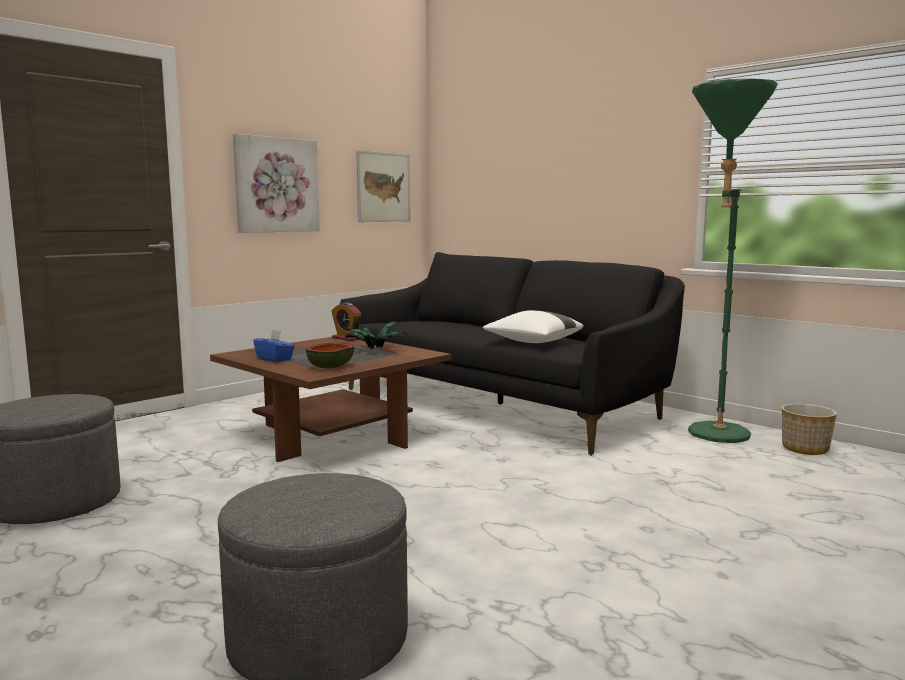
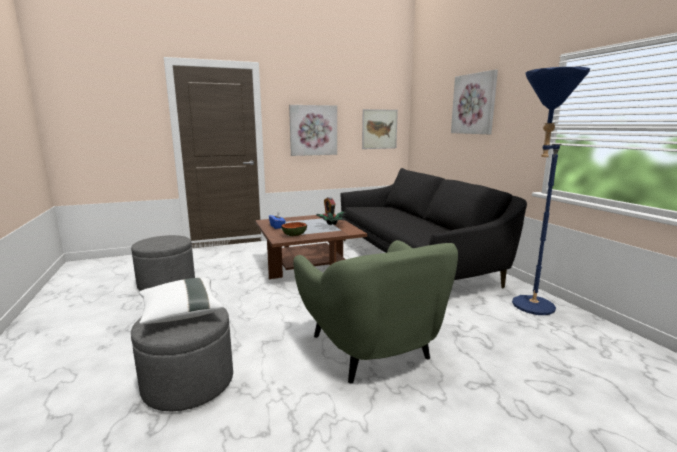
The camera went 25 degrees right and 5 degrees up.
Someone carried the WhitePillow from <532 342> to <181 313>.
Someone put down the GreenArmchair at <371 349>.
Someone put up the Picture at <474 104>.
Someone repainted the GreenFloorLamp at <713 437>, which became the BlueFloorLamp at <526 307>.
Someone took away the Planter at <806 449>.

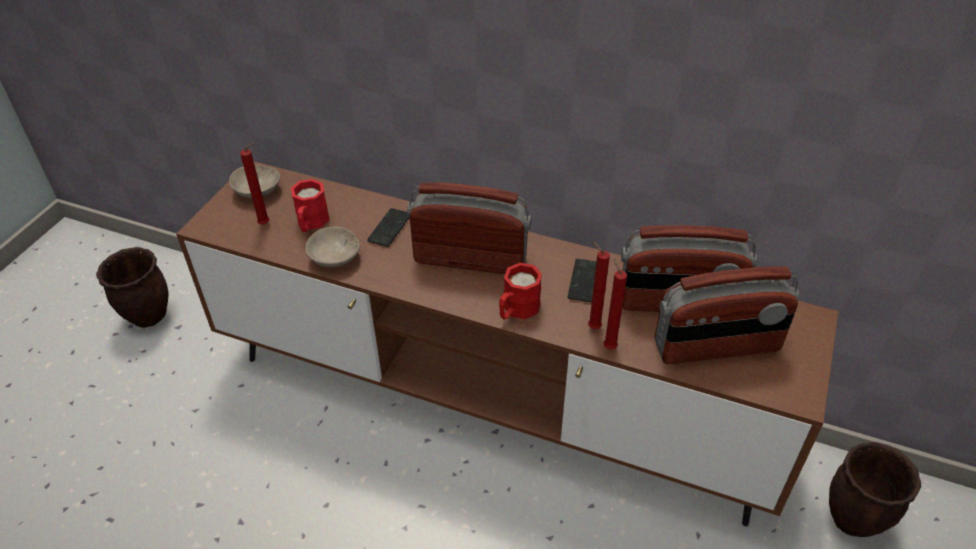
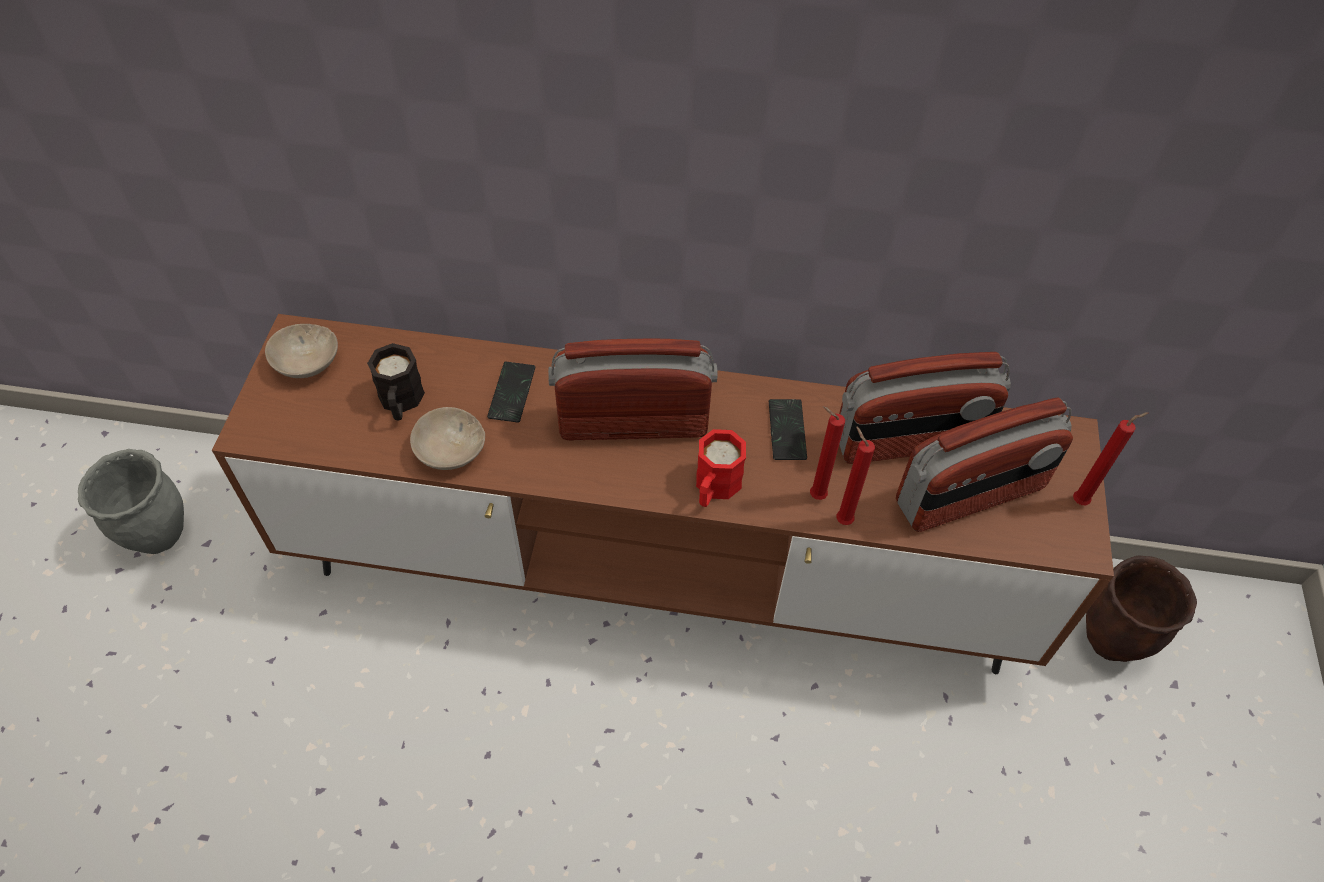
The camera went 15 degrees left and 10 degrees up.
Someone repainted the BrownPlanter at <148 315>, which became the GreyPlanter at <157 534>.
Someone repainted the RedMug at <311 223>, which became the BlackMug at <401 402>.
Someone carried the RedCandle from <266 224> to <1082 501>.

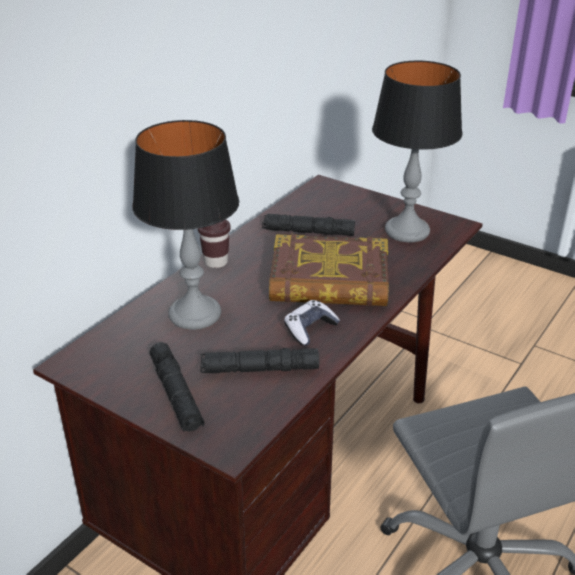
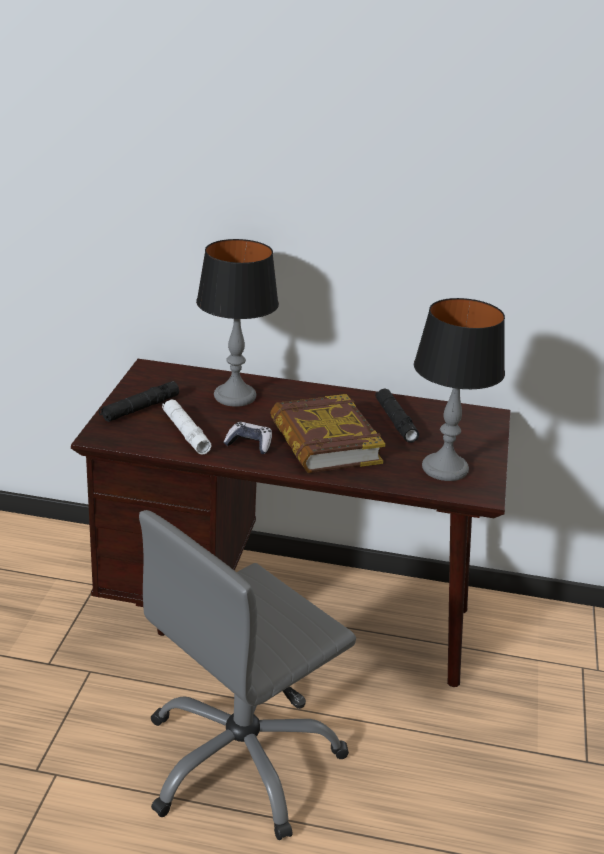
The camera went 65 degrees right and 5 degrees down.
Someone repainted the BlackFlashlight at <259 369>, which became the WhiteFlashlight at <186 433>.
Someone took away the BrownCup at <216 262>.

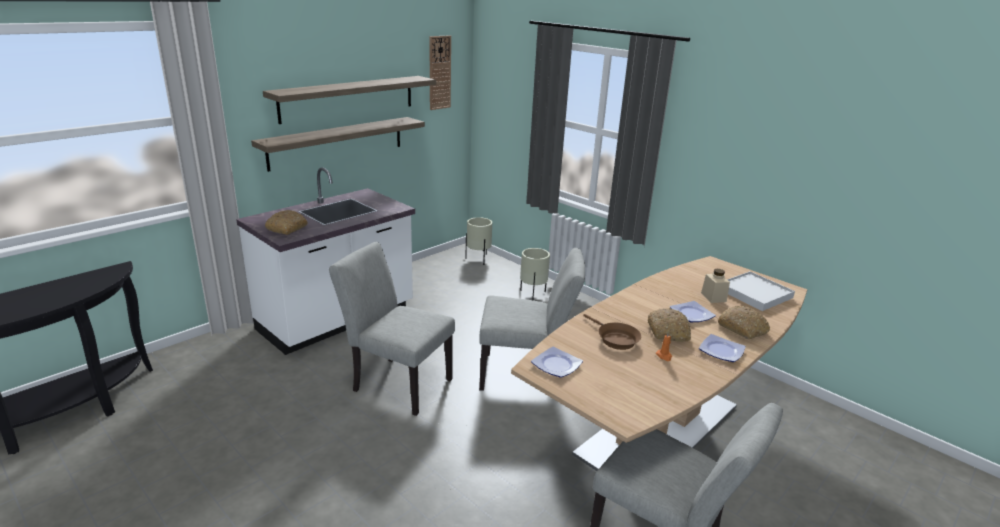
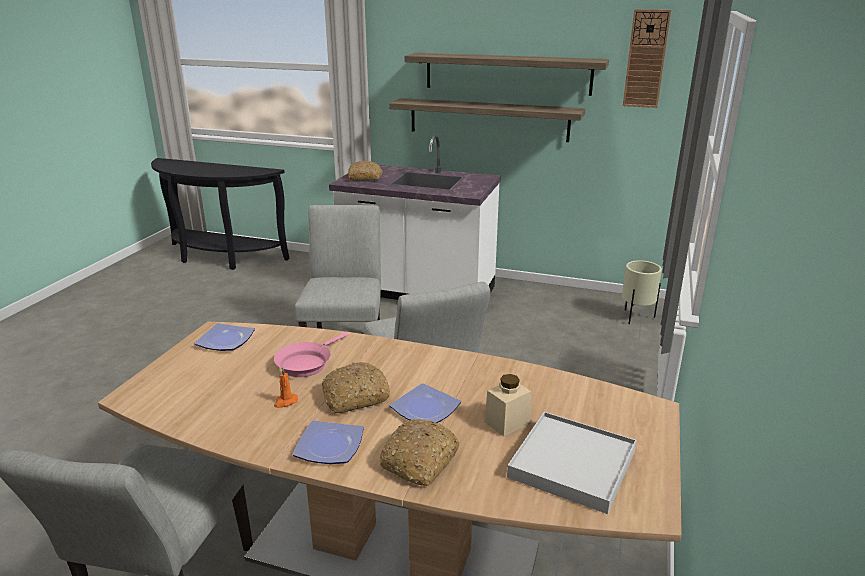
The camera went 65 degrees right and 0 degrees up.
Someone repainted the BrownFryingPan at <615 339>, which became the PinkFryingPan at <307 363>.
Someone took away the BeigePlanter at <533 294>.

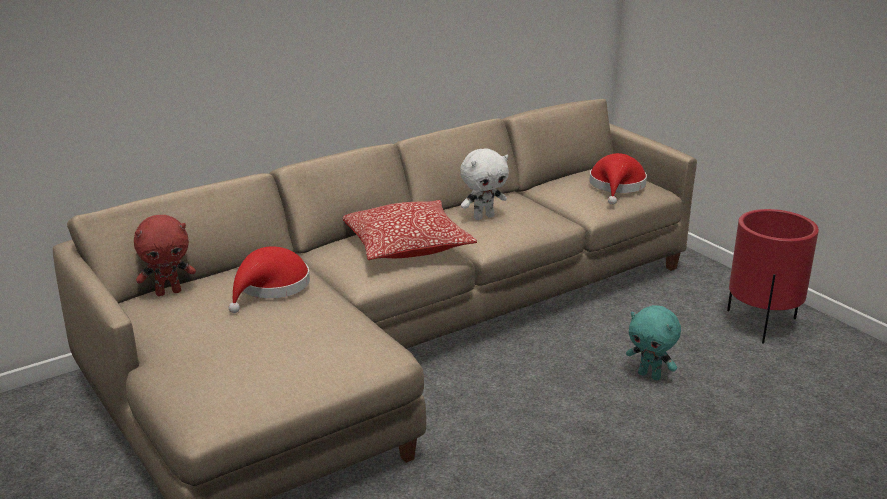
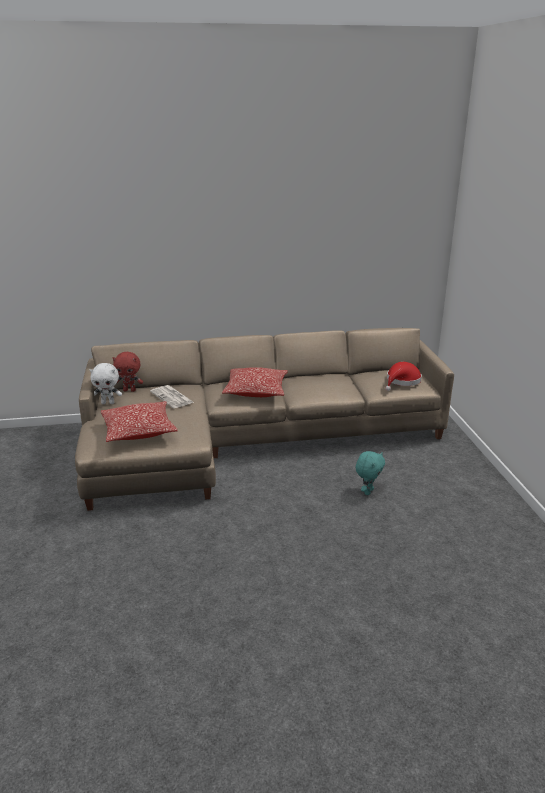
The camera went 25 degrees right and 0 degrees up.
Someone carried the WhitePlushToy from <483 217> to <108 403>.
Someone put down the Pillow at <139 431>.
Someone swapped the RedHat at <271 287> for the Newspaper at <172 397>.
Someone rotated the TurquoisePlushToy at <650 375> by 120 degrees counterclockwise.
Someone took away the RedPlanter at <762 323>.

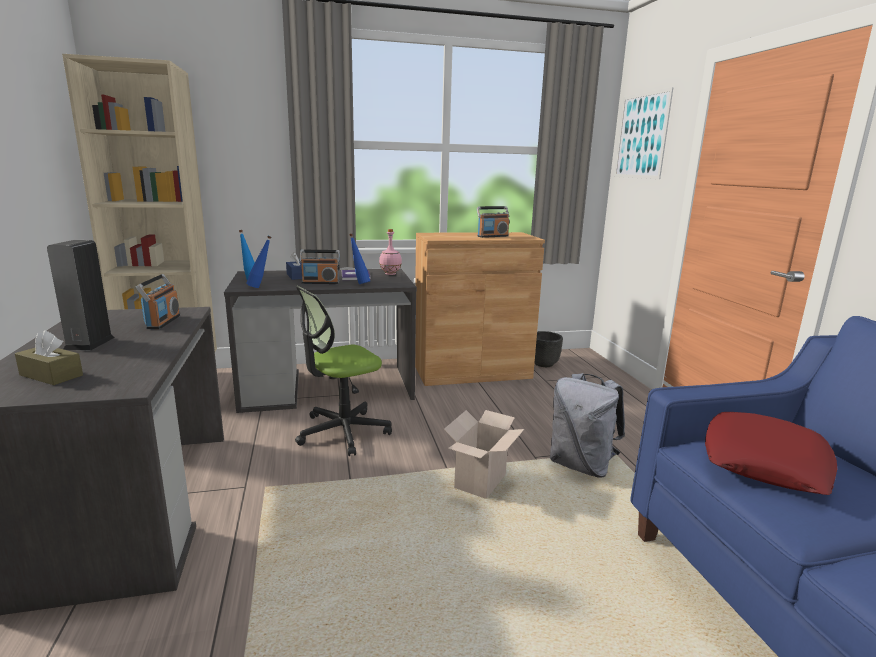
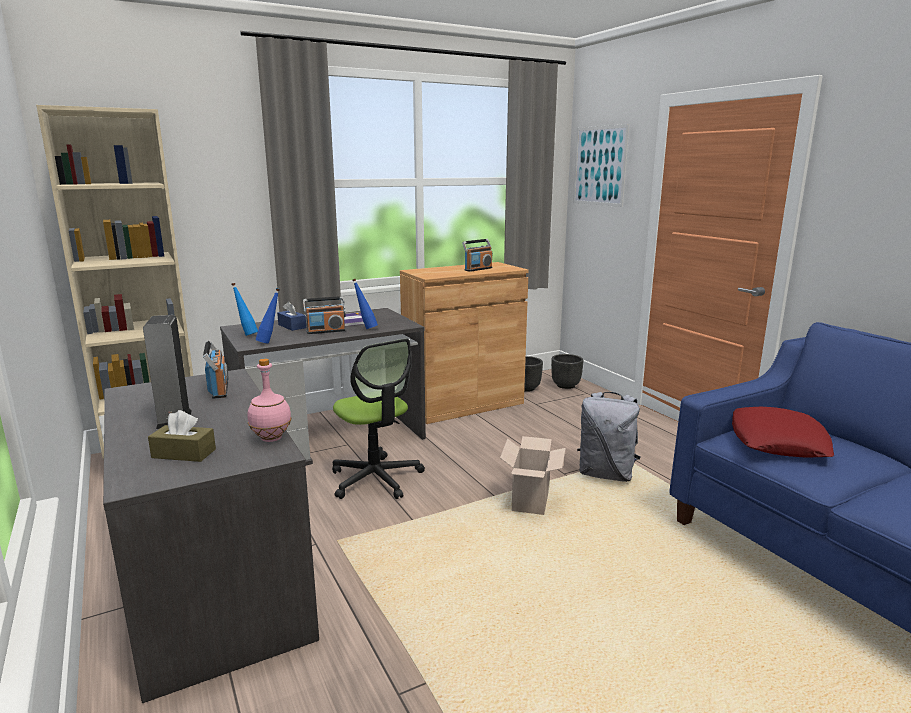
The camera went 15 degrees left and 0 degrees up.
Someone carried the PinkBottle from <390 274> to <271 438>.
Someone rotated the OfficeChair at <343 432> by 75 degrees counterclockwise.
Someone put down the BlackPlanter at <566 385>.

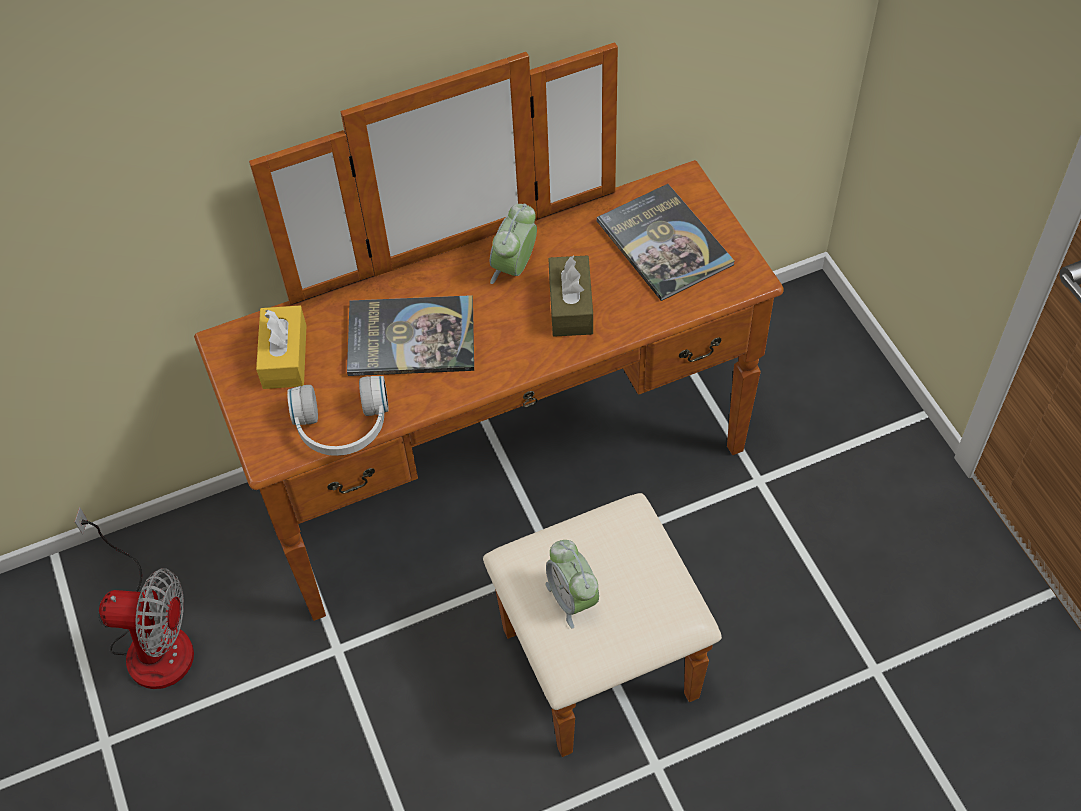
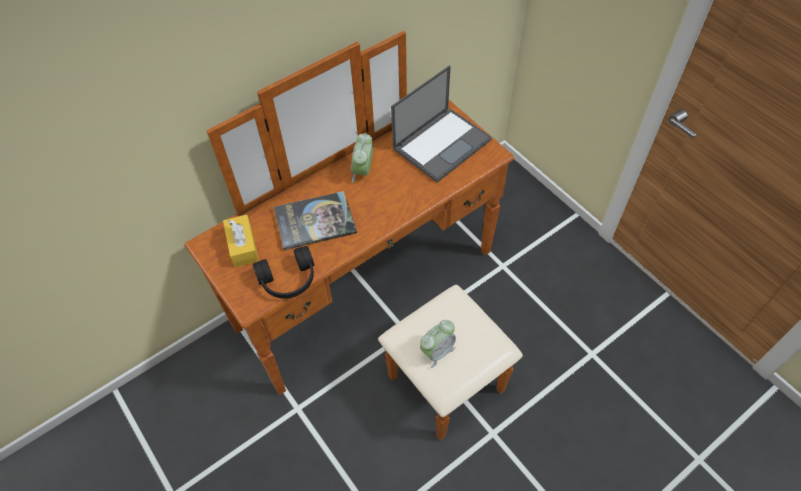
The camera went 15 degrees left and 0 degrees up.
Someone repainted the WhiteHeadphones at <342 428>, which became the BlackHeadphones at <289 281>.
Someone swapped the Book at <664 243> for the Laptop at <442 143>.
Someone rotated the AlarmClock at <572 598> by 90 degrees counterclockwise.
Someone took away the Fan at <150 637>.
Someone took away the BrownTissueBox at <571 306>.

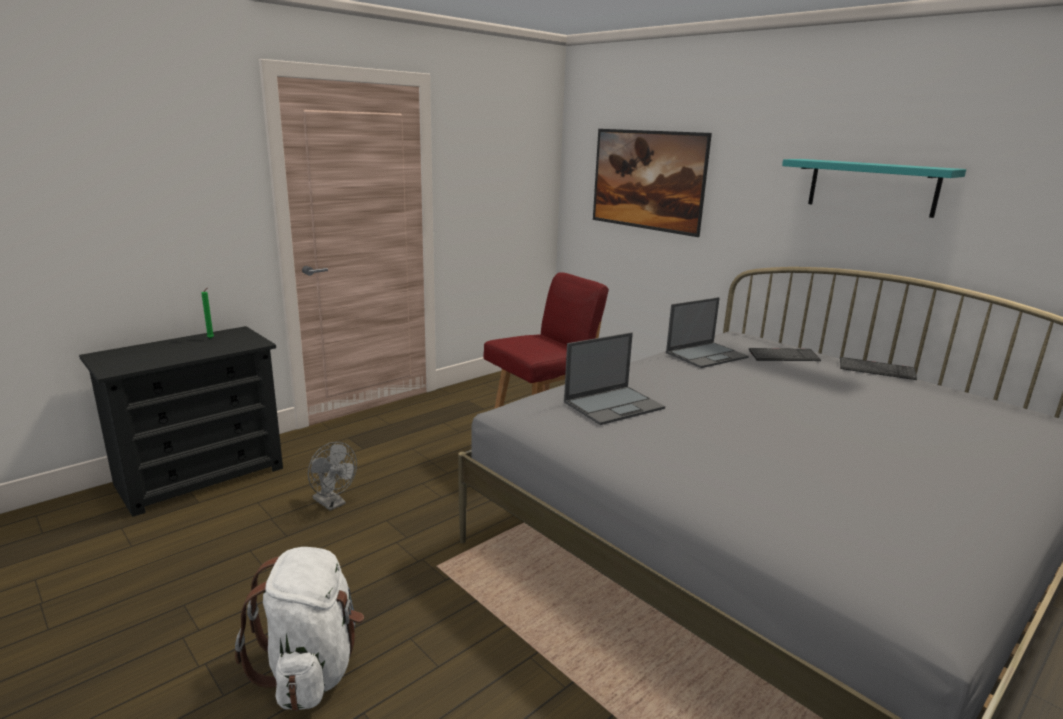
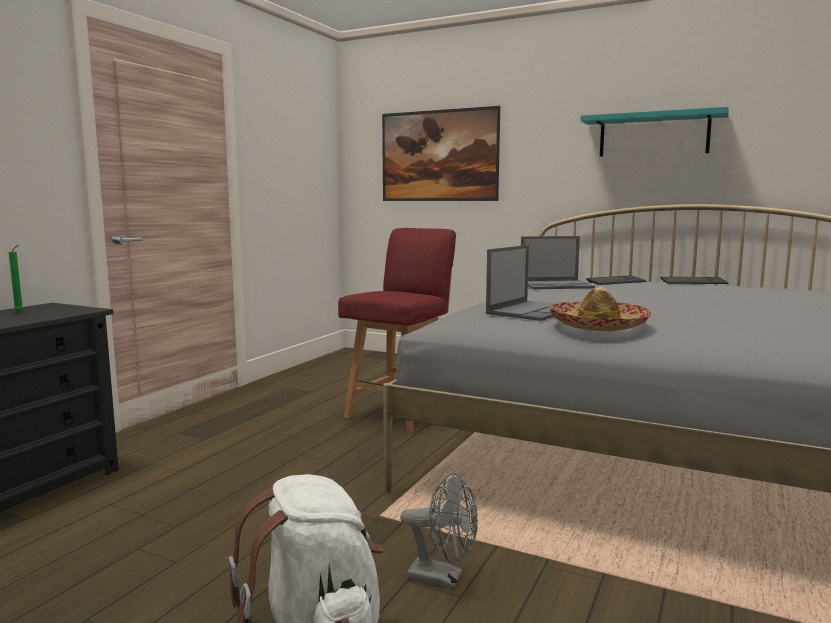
The camera went 20 degrees left and 10 degrees down.
Someone carried the GreyFan from <332 503> to <443 578>.
Someone rotated the Laptop at <707 355> by 45 degrees clockwise.
Someone put down the Hat at <597 326>.

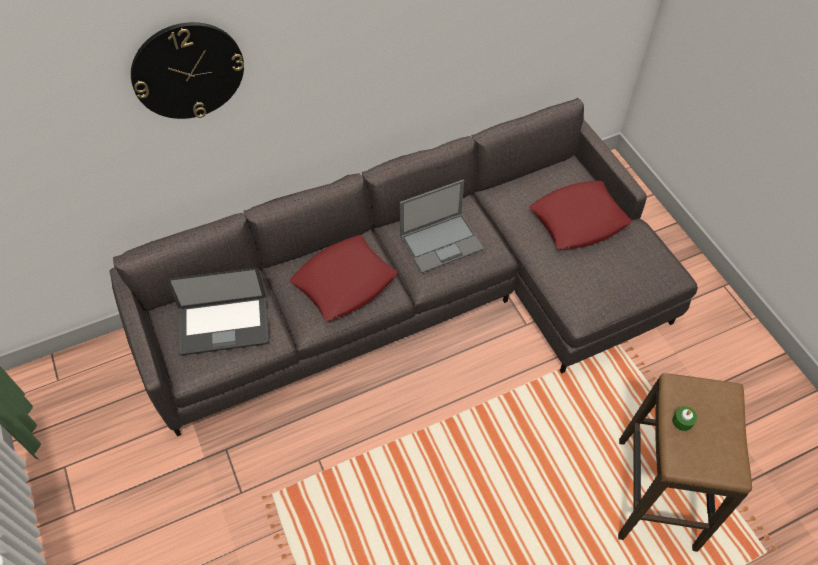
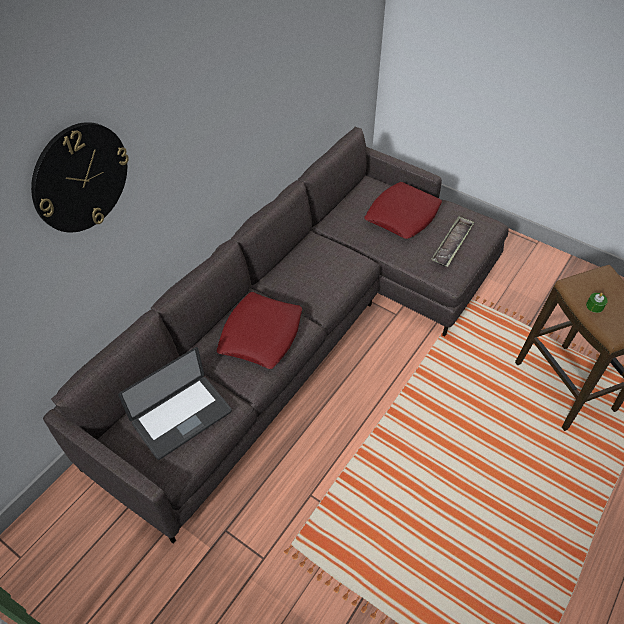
The camera went 30 degrees left and 5 degrees down.
Someone put down the Tray at <452 244>.
Someone took away the Laptop at <442 242>.

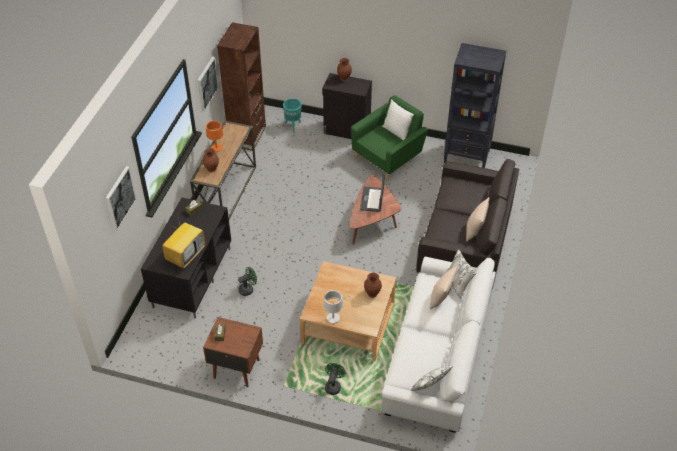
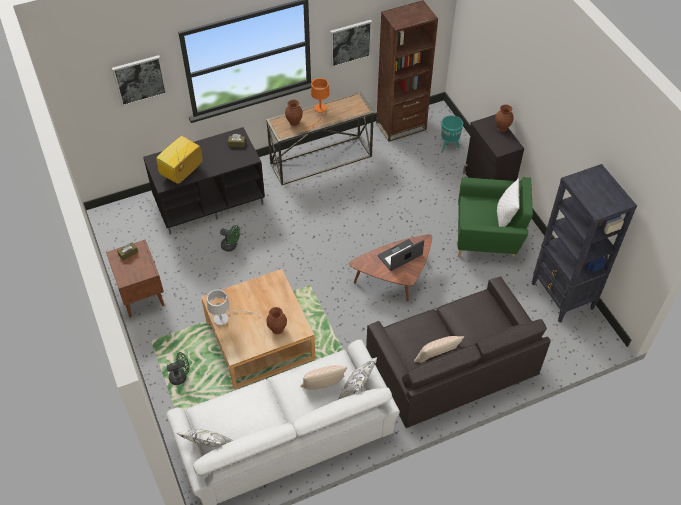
The camera went 50 degrees right and 5 degrees up.
Someone rotated the Television at <186 255> by 135 degrees clockwise.

